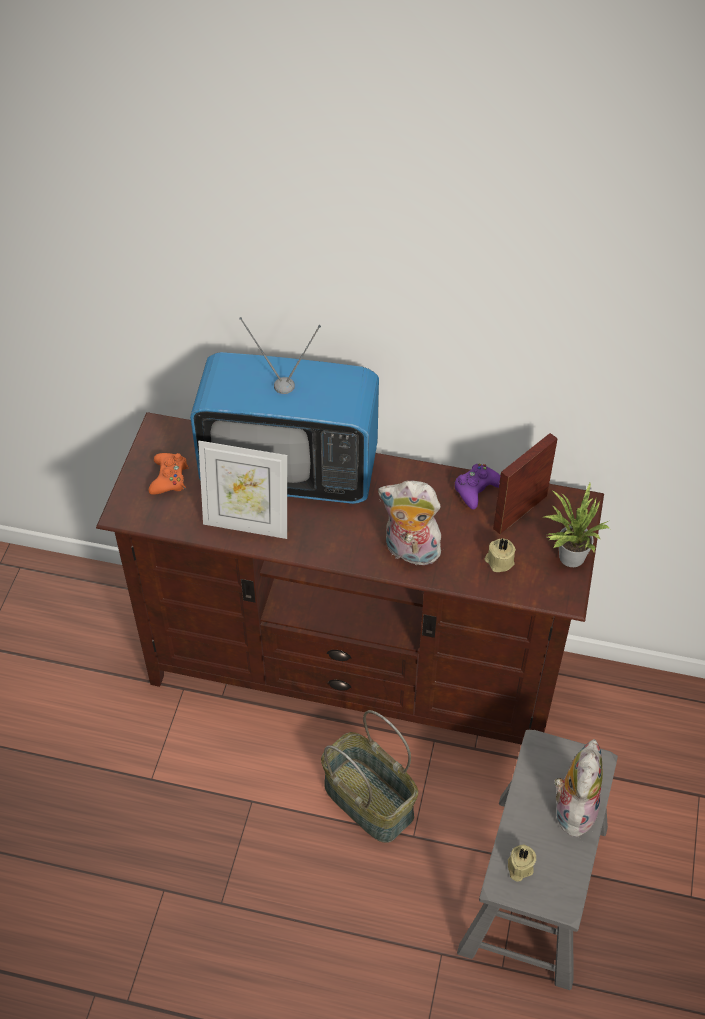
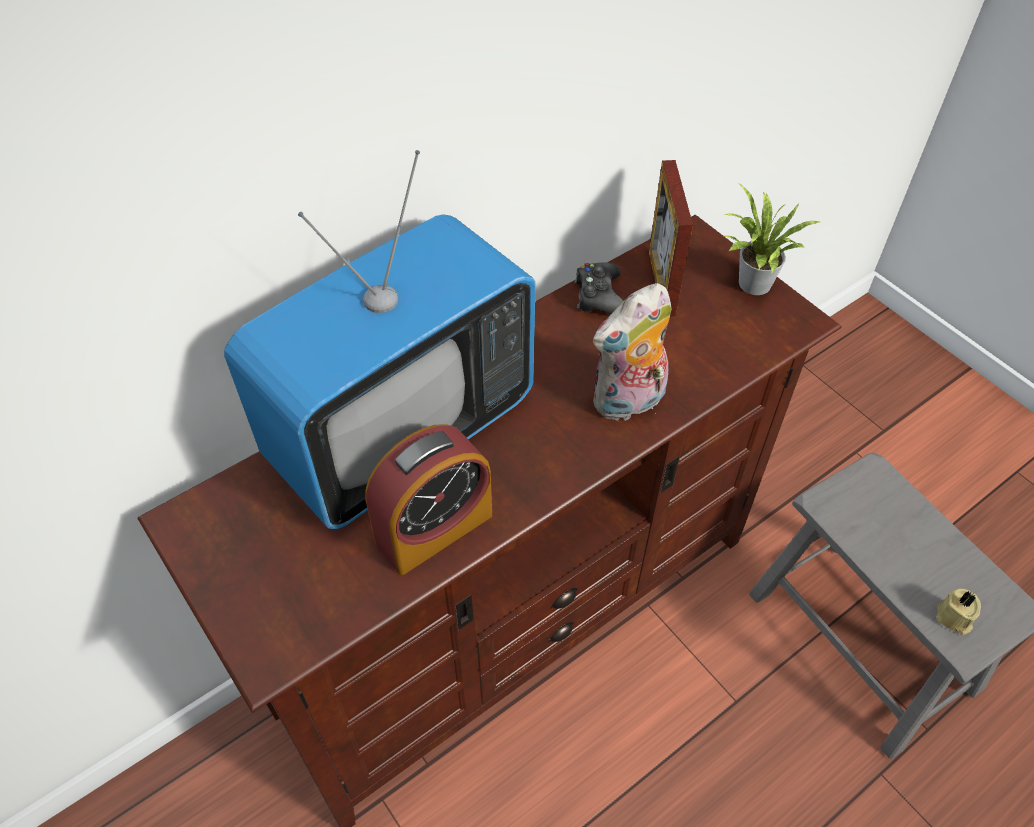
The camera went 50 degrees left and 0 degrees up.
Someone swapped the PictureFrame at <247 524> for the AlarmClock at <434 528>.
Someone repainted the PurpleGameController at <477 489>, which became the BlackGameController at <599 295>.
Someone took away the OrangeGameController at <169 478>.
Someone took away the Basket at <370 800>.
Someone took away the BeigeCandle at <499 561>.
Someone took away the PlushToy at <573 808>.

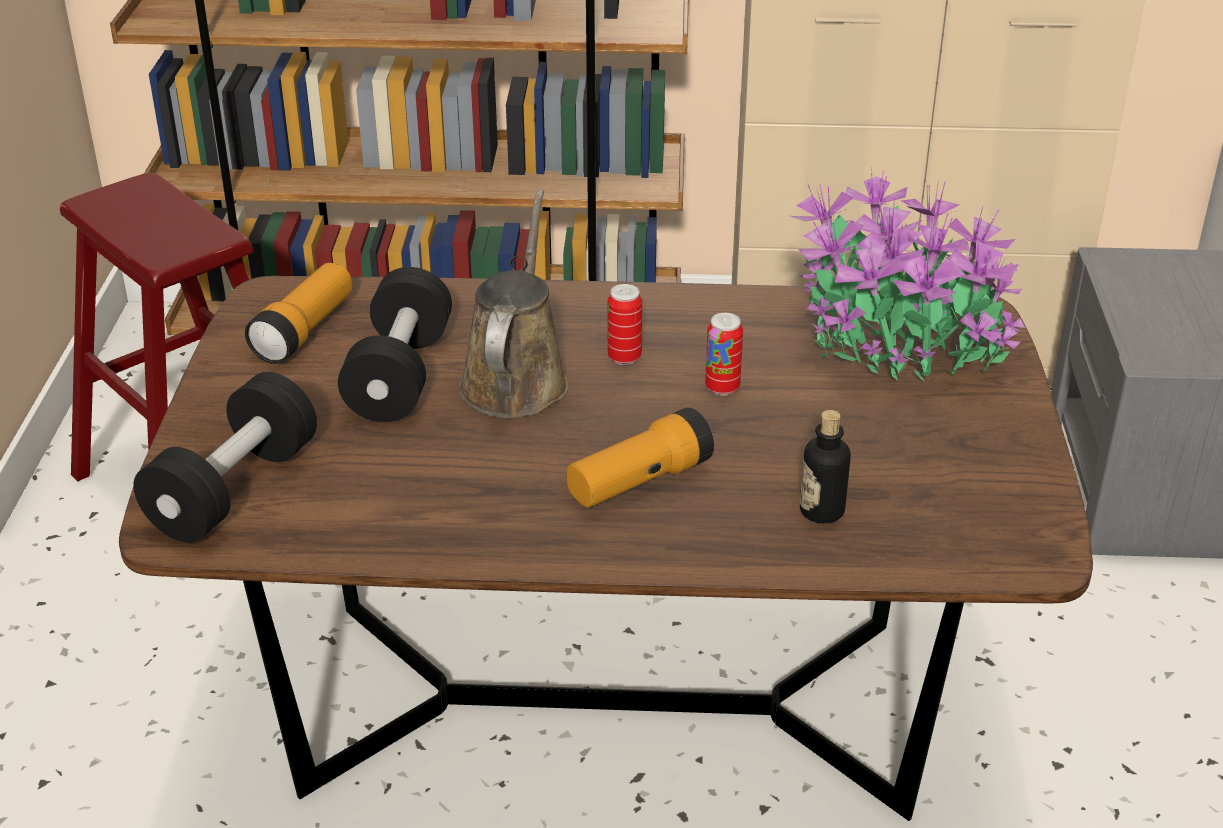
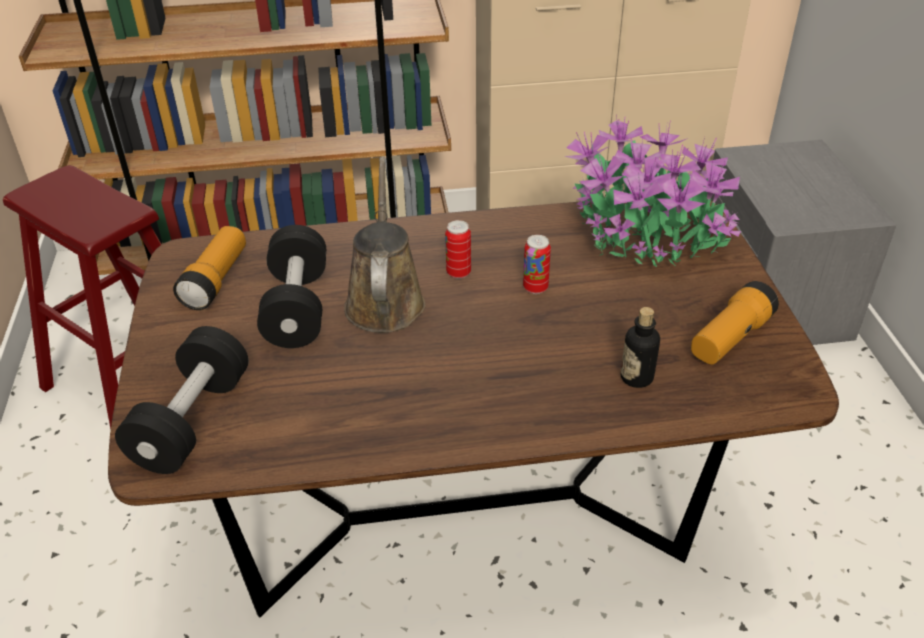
The camera went 10 degrees left and 5 degrees up.
Someone carried the Flashlight from <639 482> to <730 339>.

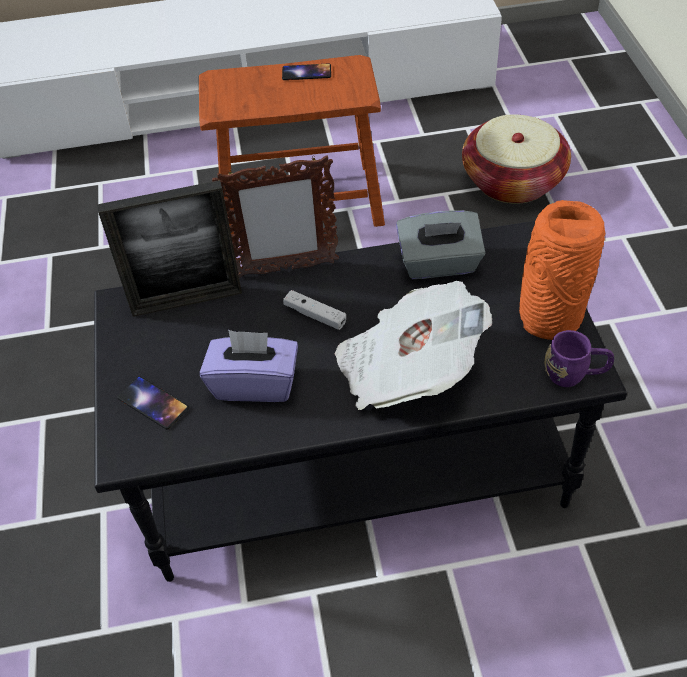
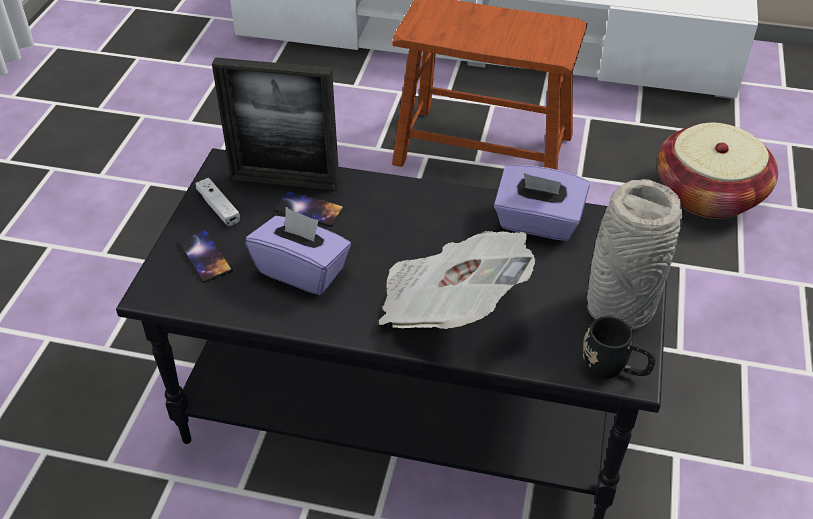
The camera went 20 degrees right and 5 degrees down.
Someone carried the WhiteGameController from <315 315> to <218 207>.
Someone carried the Phone from <306 72> to <309 209>.
Someone repainted the GreyTissueBox at <439 264>, which became the PurpleTissueBox at <537 223>.
Someone repainted the PurpleMug at <575 375>, which became the BlackMug at <614 369>.
Someone repainted the OrangeVase at <548 318>, which became the GreyVase at <618 307>.
Someone took away the PictureFrame at <285 269>.

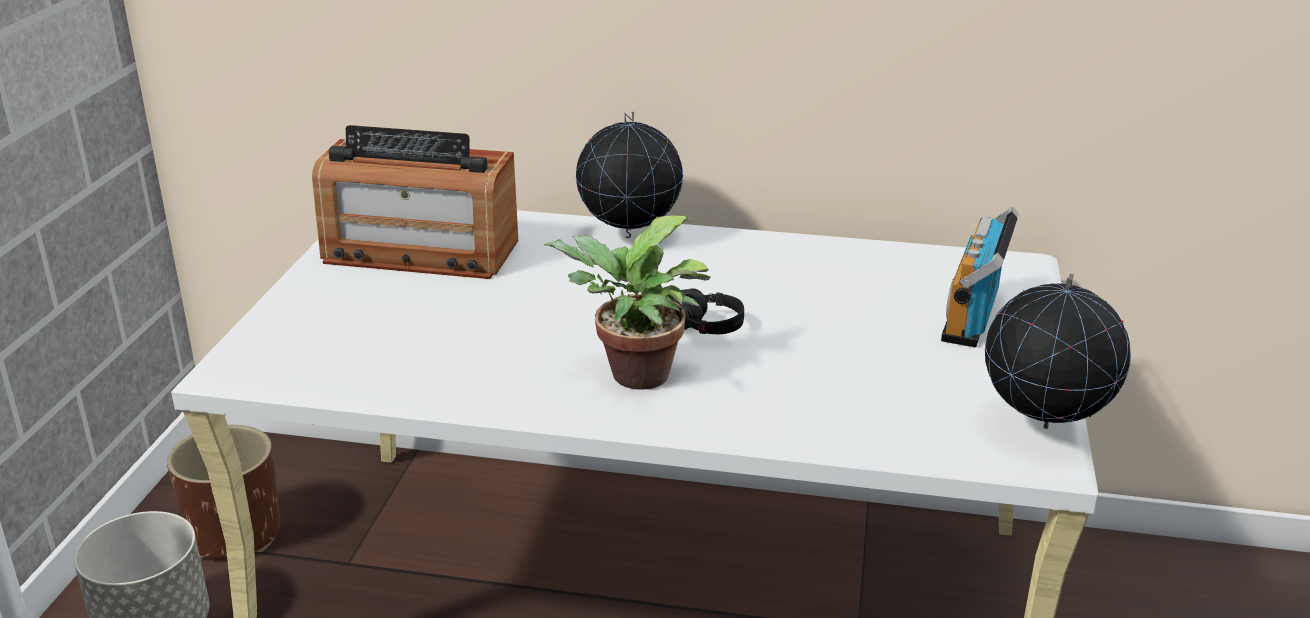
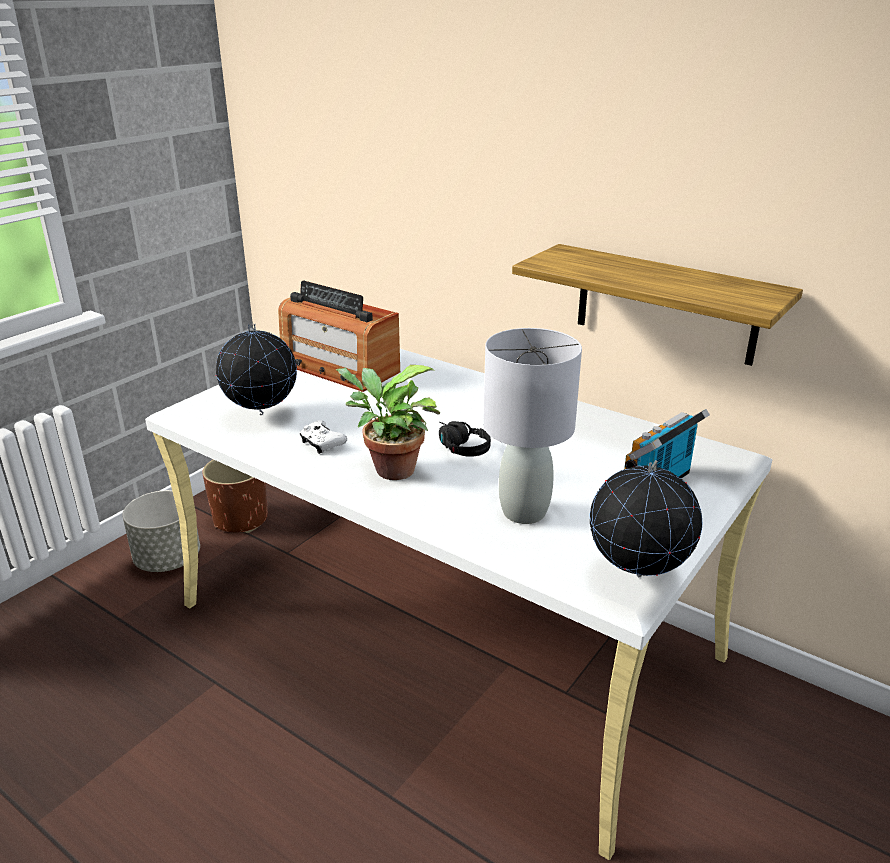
The camera went 25 degrees right and 0 degrees up.
Someone carried the Globe from <630 238> to <262 415>.
Someone put down the WhiteGameController at <322 444>.
Someone put down the GreyTableLamp at <523 512>.
Someone put up the Shelf at <665 304>.

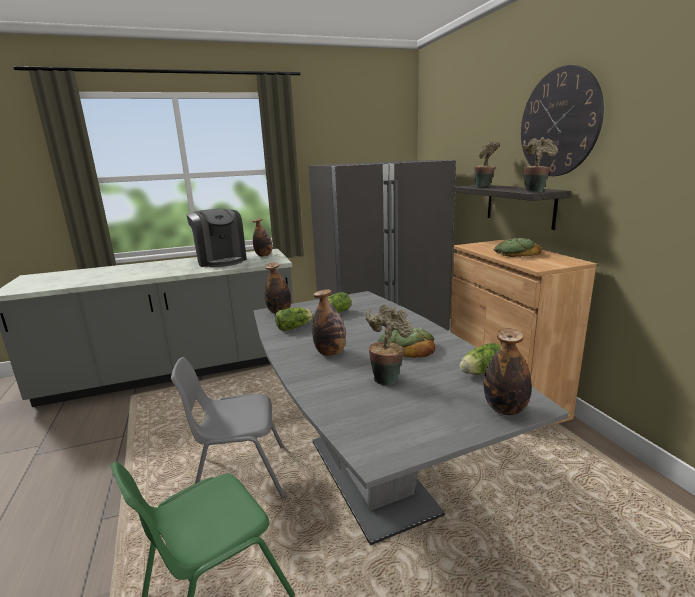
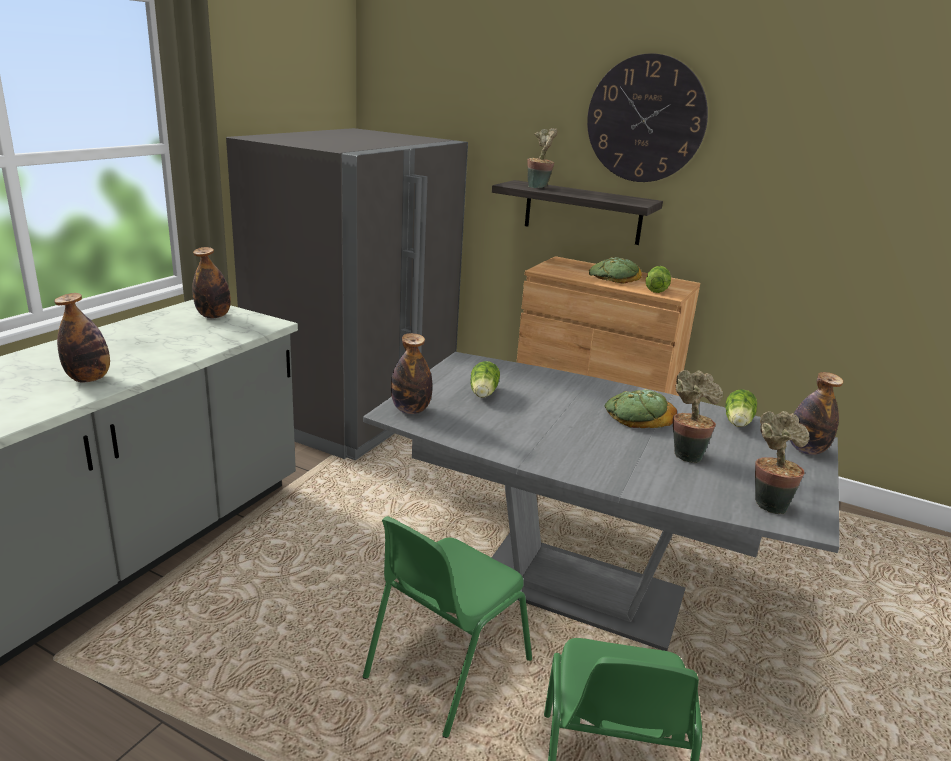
The camera went 45 degrees left and 5 degrees up.
Someone carried the Bottle from <330 353> to <89 379>.
Someone repainted the GreyChair at <239 476>, which became the GreenChair at <445 669>.
Someone carried the Lettuce from <295 327> to <657 288>.
Someone carried the PottedPlant from <534 191> to <768 503>.
Someone took away the CoffeeMachine at <220 260>.

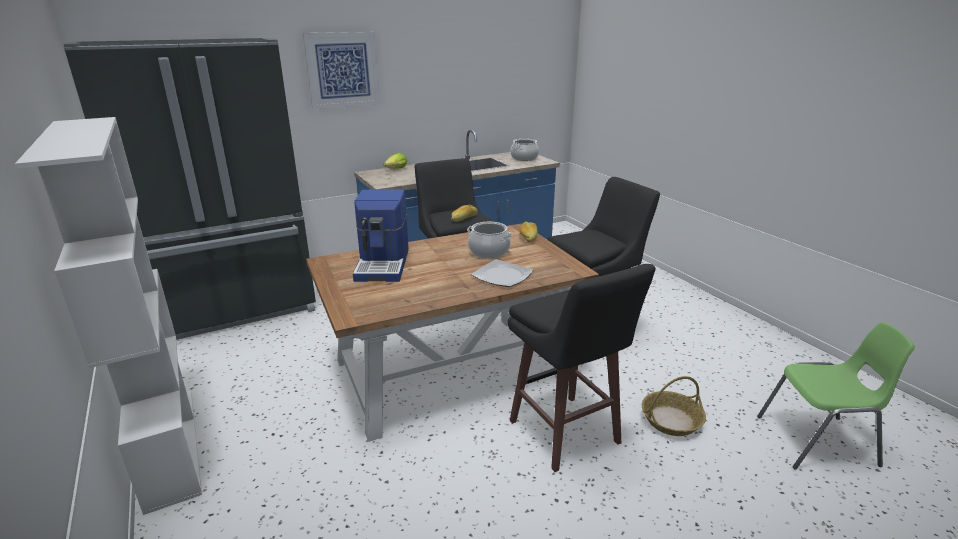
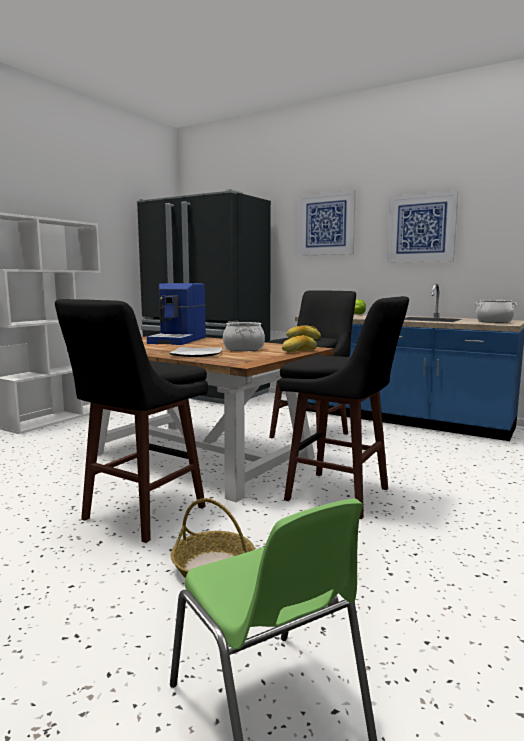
The camera went 60 degrees right and 15 degrees down.
Someone rotated the CoffeeMachine at <384 264> by 45 degrees counterclockwise.
Someone put up the Picture at <421 228>.

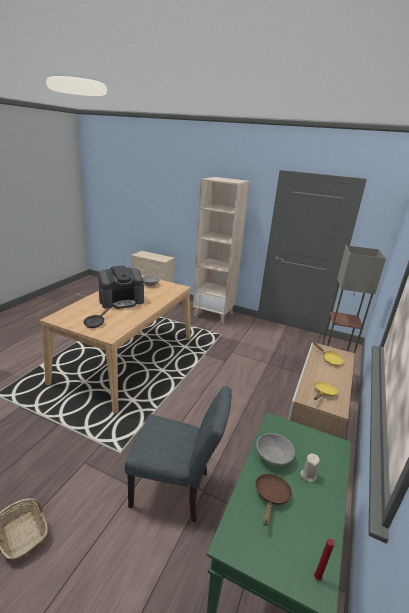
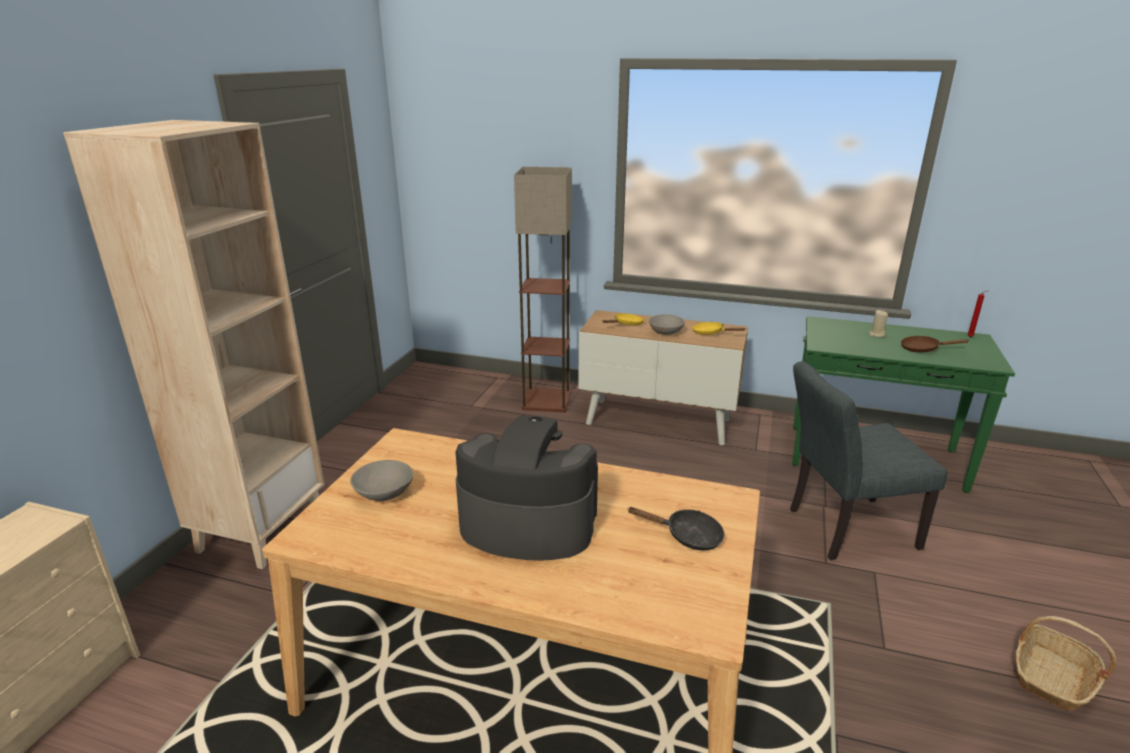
The camera went 95 degrees left and 0 degrees up.
Someone rotated the CoffeeMachine at <121 301> by 45 degrees counterclockwise.
Someone carried the GreyBowl from <273 456> to <665 332>.
Someone rotated the GreyChair at <177 490> by 105 degrees counterclockwise.

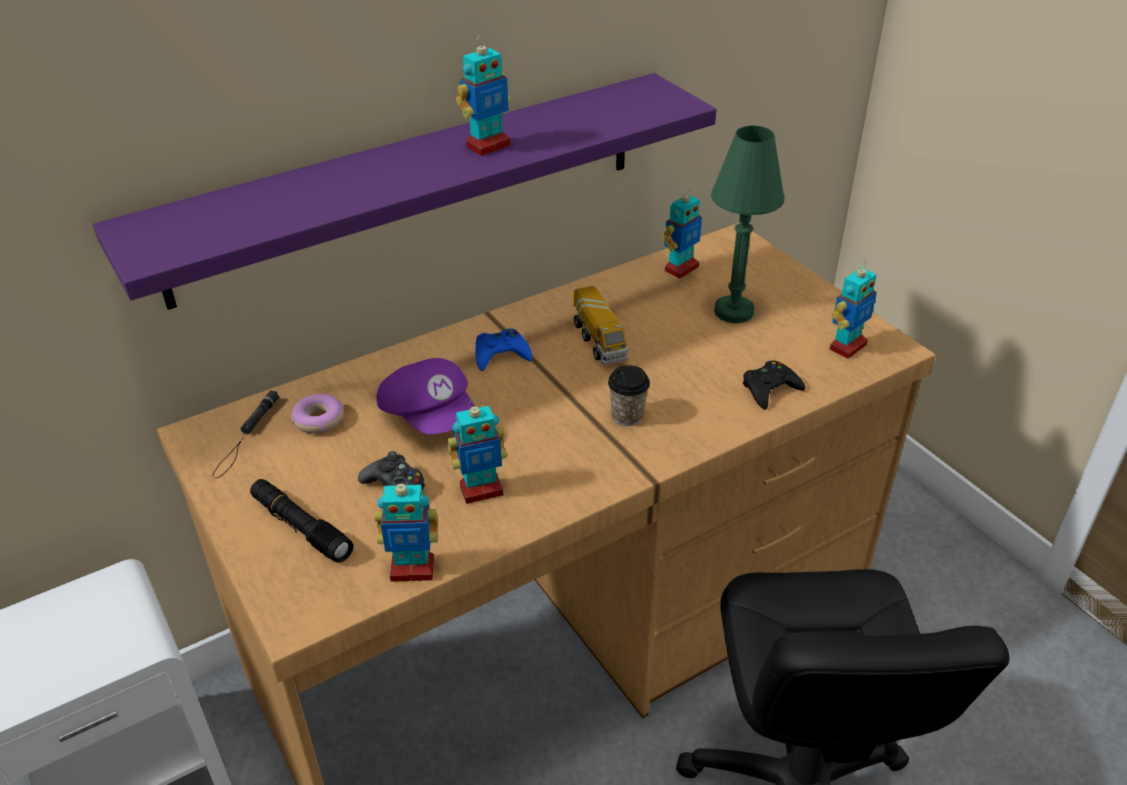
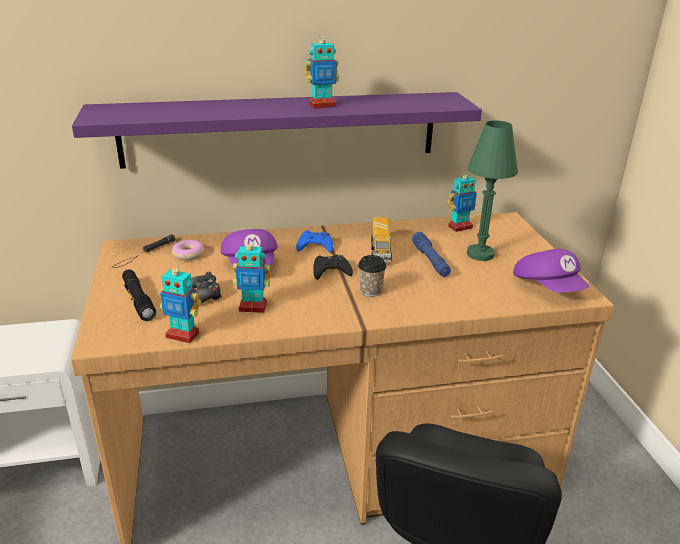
The camera went 20 degrees right and 10 degrees down.
Someone carried the BlackGameController from <770 389> to <331 271>.
Someone put down the BlueFlashlight at <430 260>.
Someone swapped the ToyRobot at <847 347> for the PurpleCap at <548 287>.

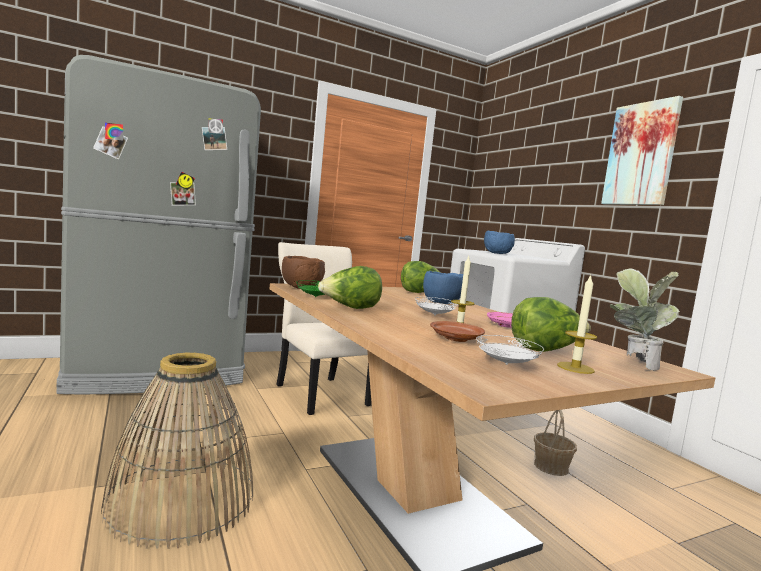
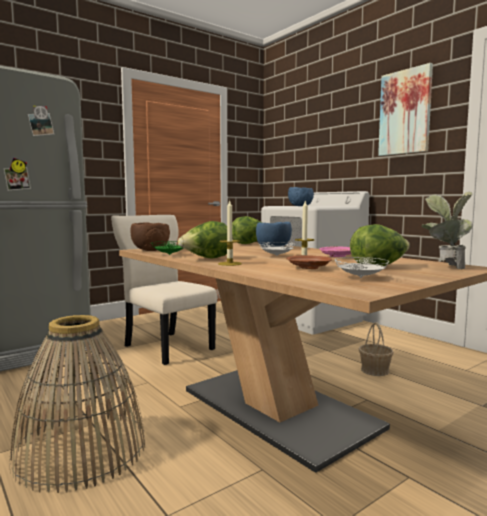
The camera went 10 degrees left and 0 degrees up.
Someone carried the Candle from <575 368> to <229 264>.

